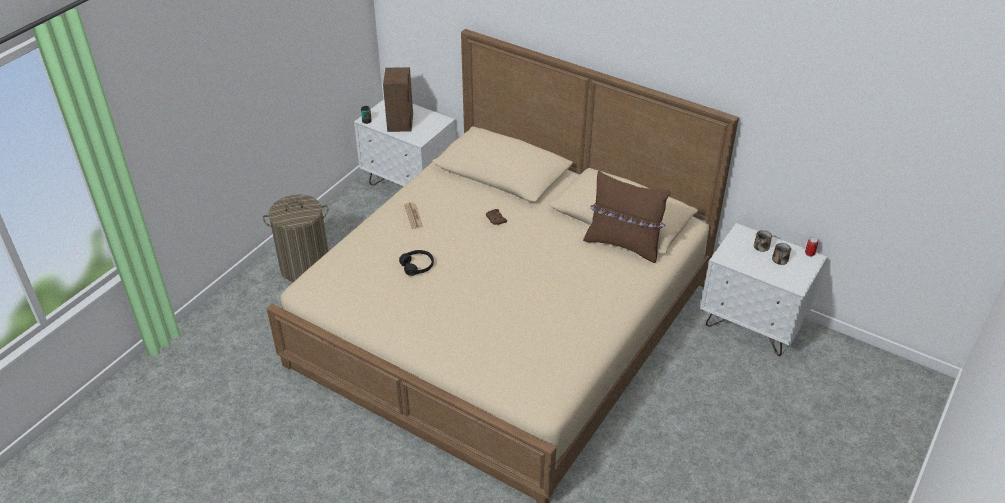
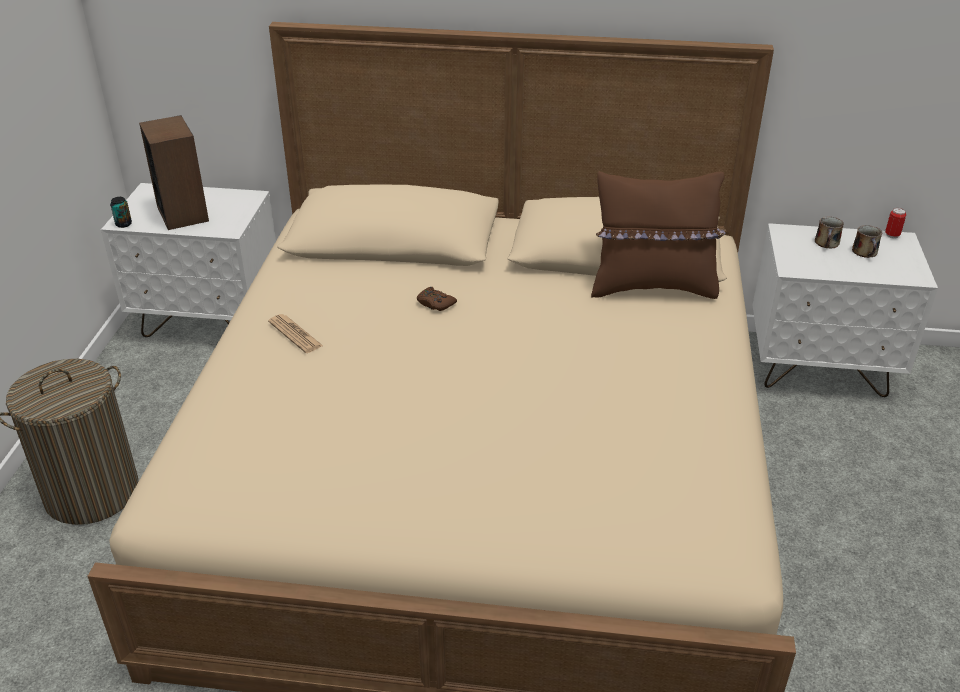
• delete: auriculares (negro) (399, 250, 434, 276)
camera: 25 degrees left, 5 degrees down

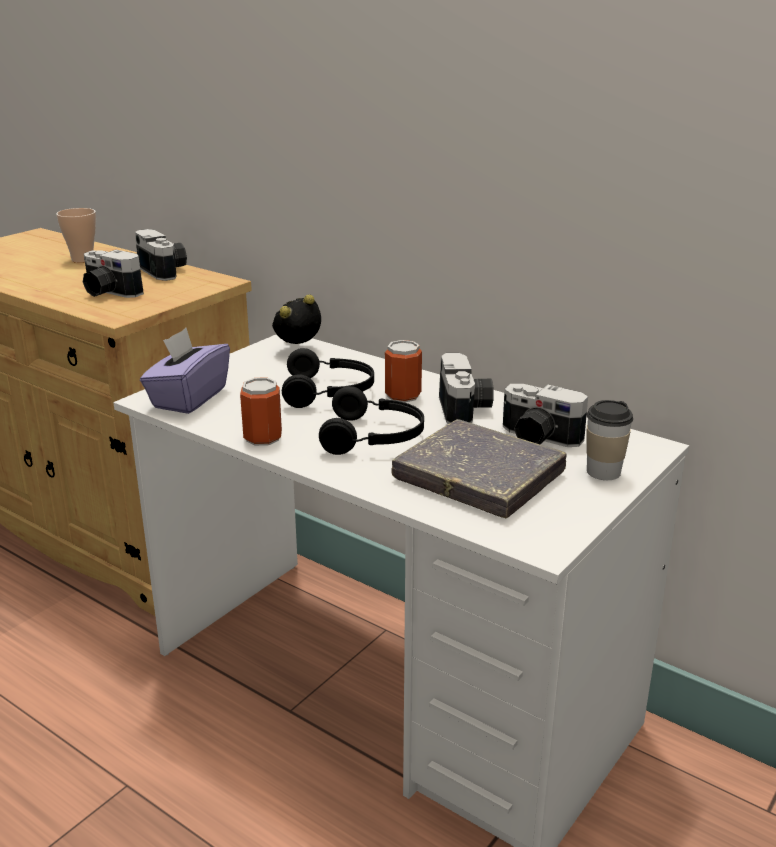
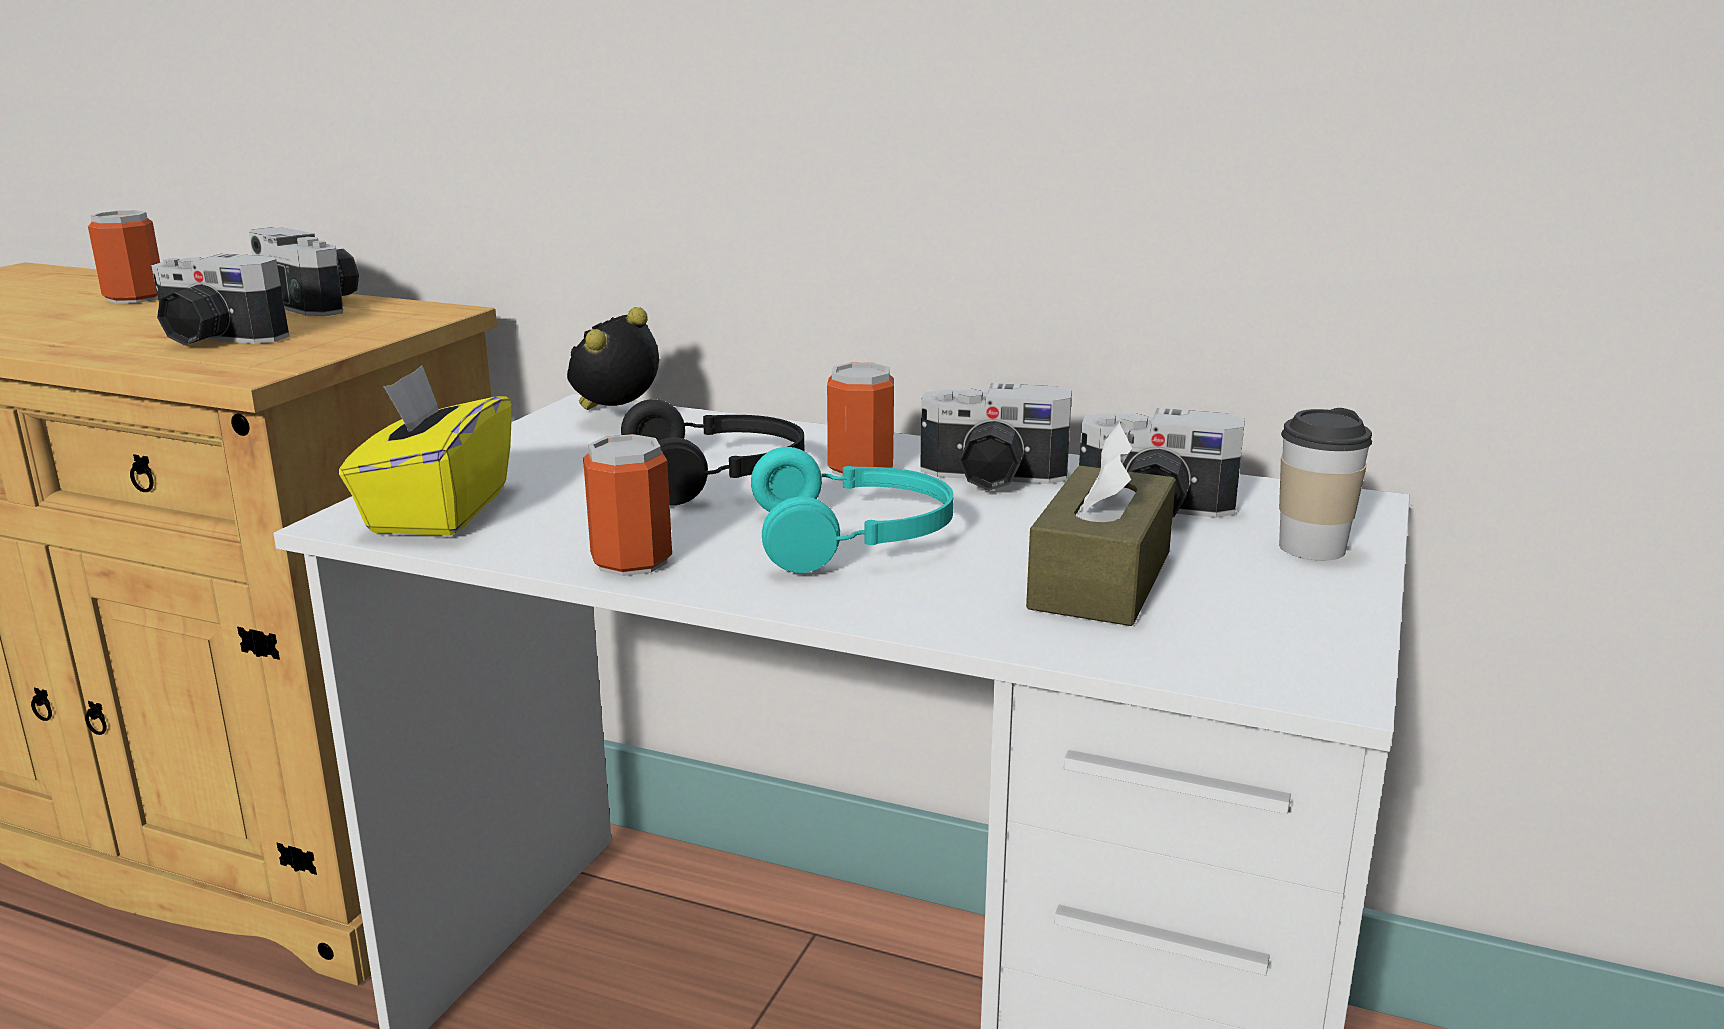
• replace: taza (56, 208, 96, 263) to lata (88, 210, 160, 304)
• recolor: caja de pañuelos (morado) (140, 328, 230, 414) to caja de pañuelos (amarillo) (339, 365, 512, 536)
• recolor: auriculares (negro) (319, 386, 424, 455) to auriculares (turquesa) (751, 447, 954, 573)
• replace: libro (gris) (392, 419, 566, 518) to caja de pañuelos (marrón) (1026, 422, 1176, 626)
• rotate: cámara (439, 353, 494, 424) = (920, 383, 1072, 491) 120 degrees clockwise
camera: 15 degrees left, 5 degrees down

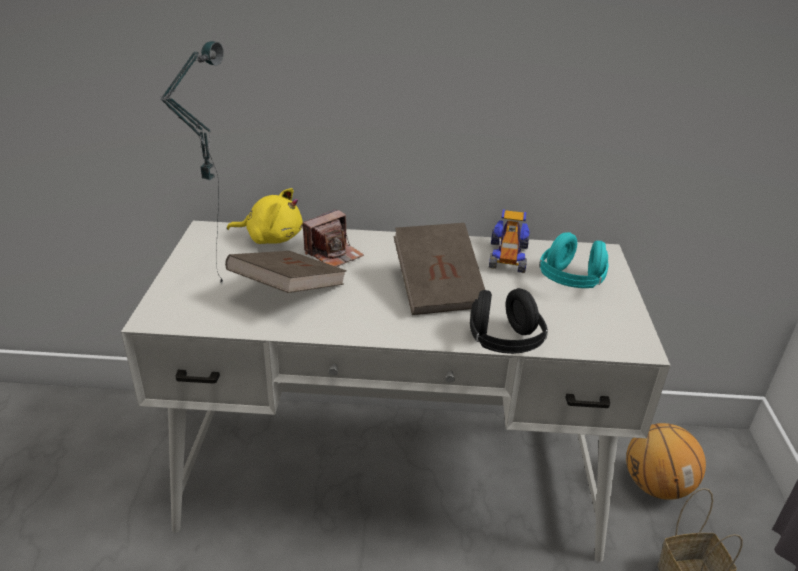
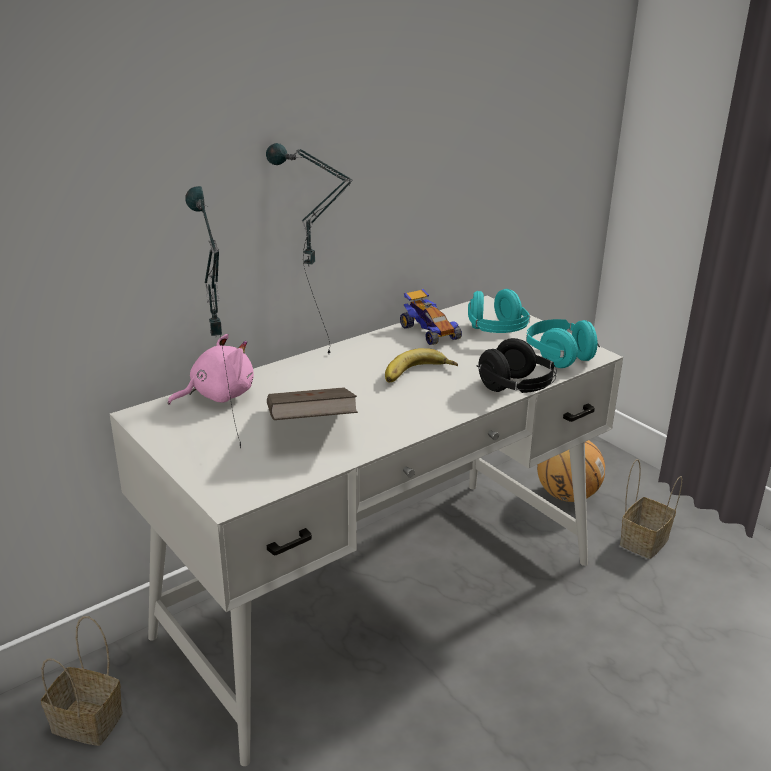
• recolor: peluche (amarillo) (227, 188, 303, 244) to peluche (rosa) (168, 334, 254, 405)
• delete: cámara (303, 209, 364, 267)
• replace: libro (marrón) (394, 223, 485, 315) to plátano (385, 348, 458, 383)
• insert: cesta (41, 616, 123, 746)
• insert: lámpara de mesa (266, 143, 353, 353)
• insert: auriculares (turquesa) (526, 319, 600, 368)
camera: 40 degrees left, 5 degrees down

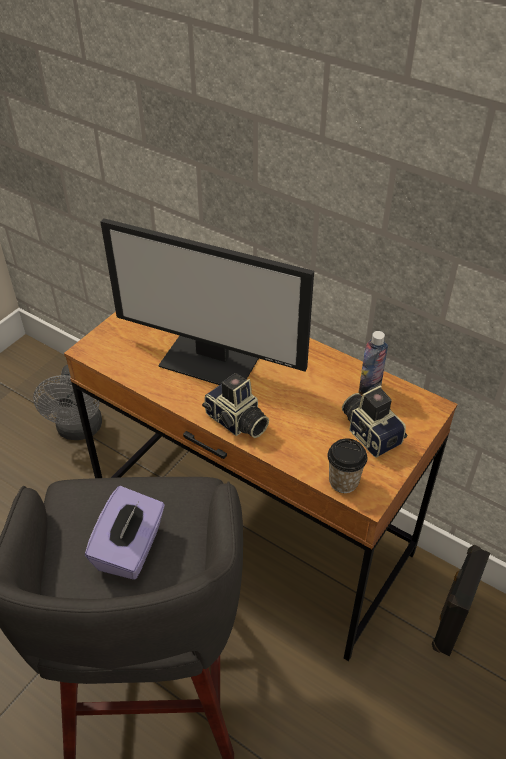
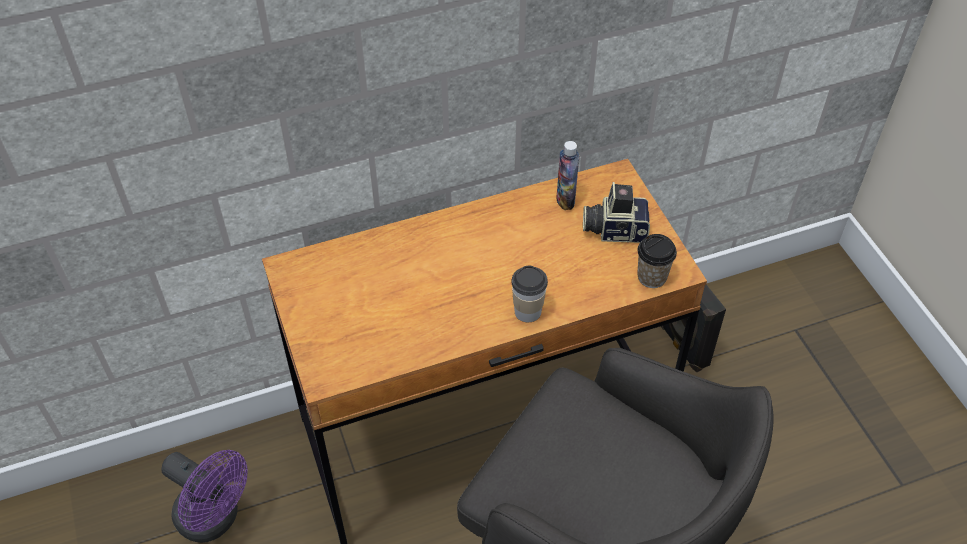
• recolor: ventilador (gris) (33, 365, 102, 440) to ventilador (morado) (161, 450, 248, 543)
• delete: caja de pañuelos (morado) (85, 486, 165, 580)
• delete: monitor (100, 218, 314, 385)
• replace: cámara (202, 373, 269, 438) to taza (511, 265, 548, 322)
camera: 55 degrees left, 5 degrees up

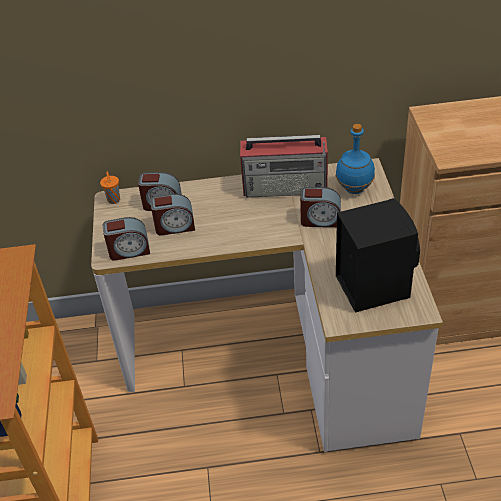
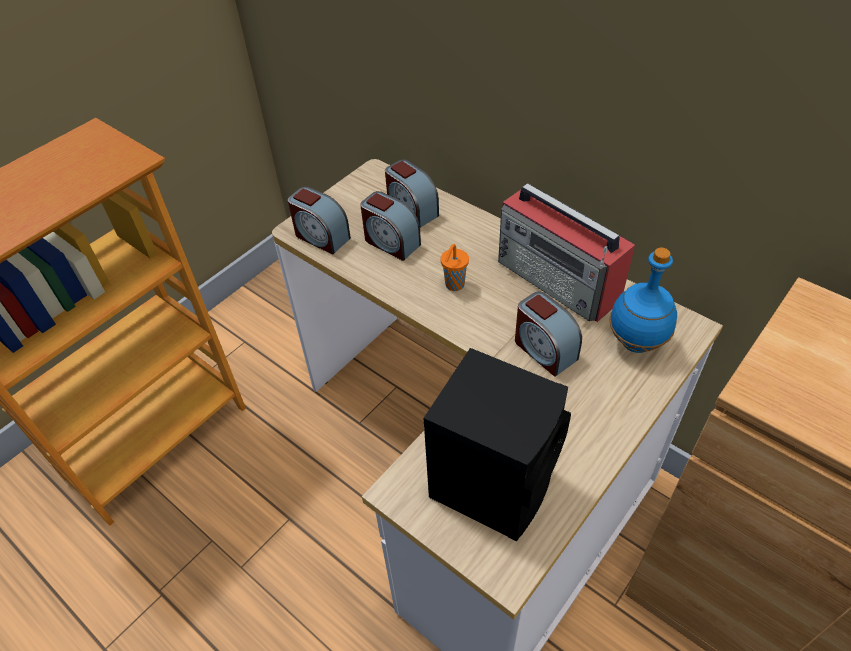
• move: taza (naranja) (100, 171, 120, 204) to (441, 244, 469, 291)
camera: 45 degrees right, 5 degrees up

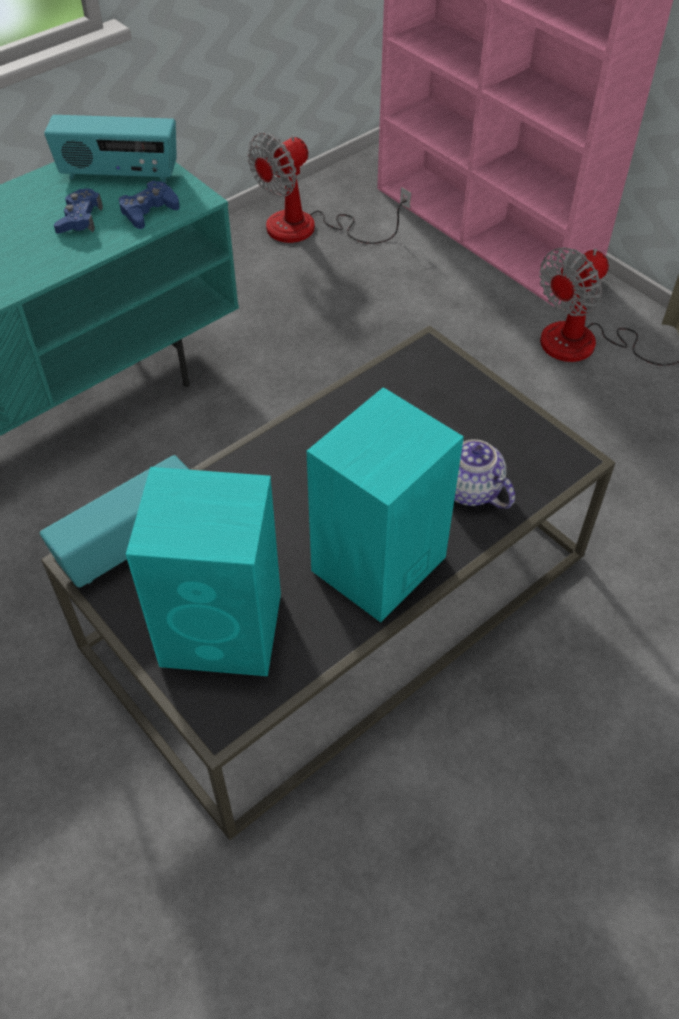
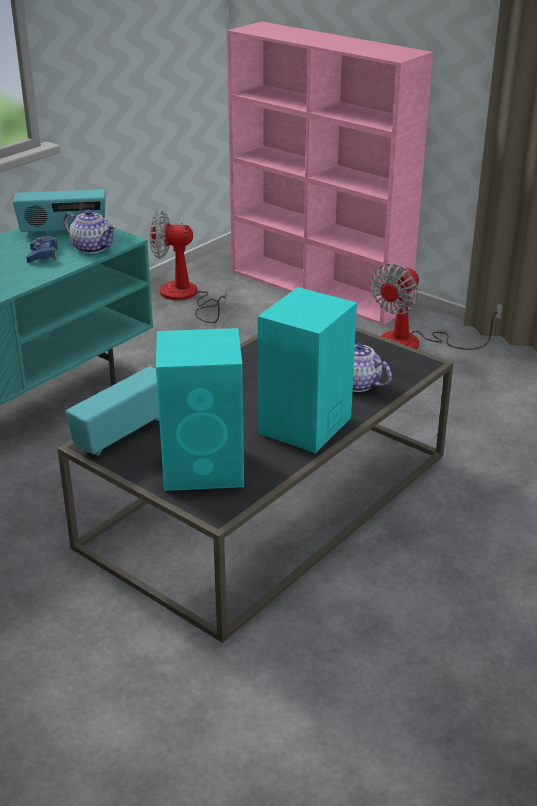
• replace: mando de consola (azul) (119, 181, 180, 229) to tetera (63, 210, 117, 254)
• rotate: ventilador (247, 133, 411, 244) = (150, 211, 227, 323) 60 degrees clockwise
camera: 10 degrees left, 20 degrees down

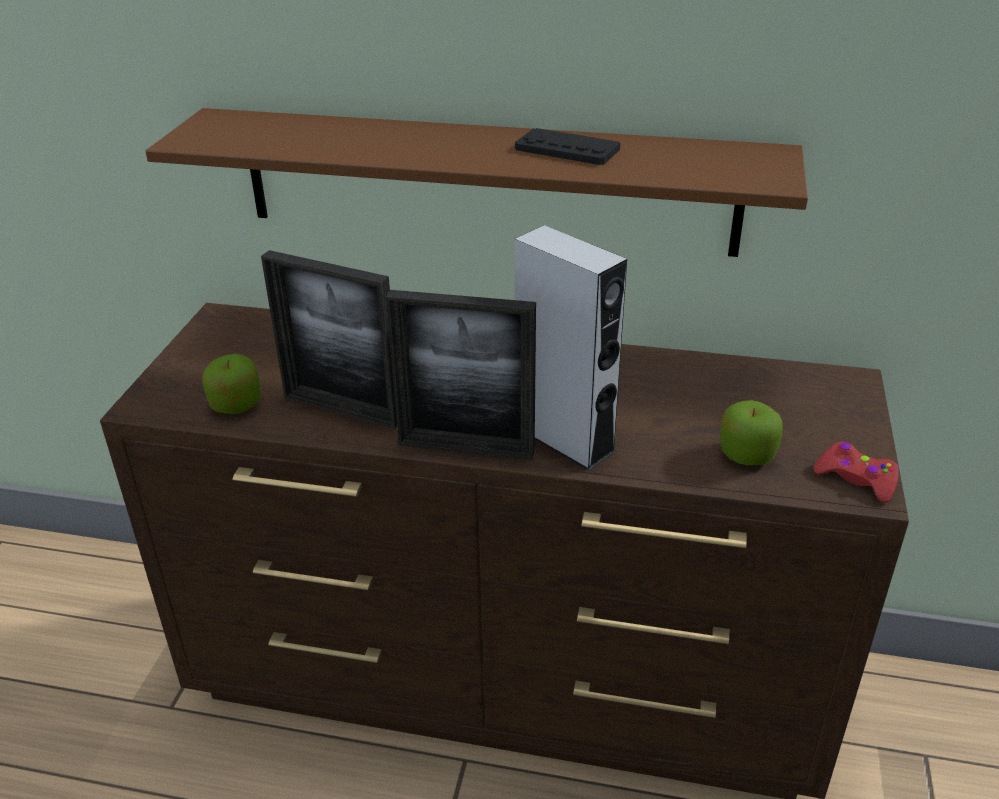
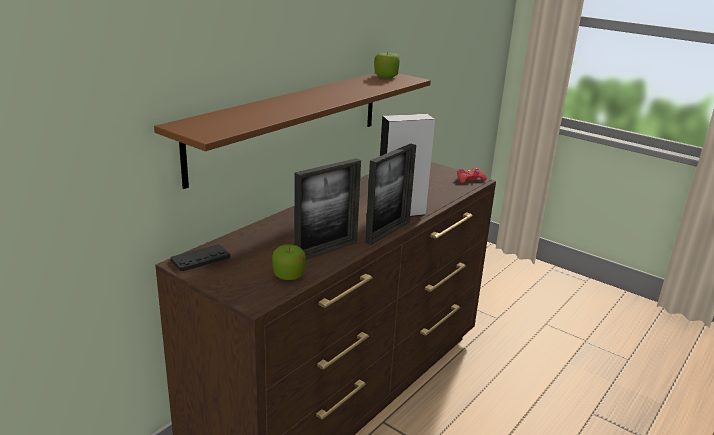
• move: mando de consola (negro) (515, 128, 620, 165) to (171, 244, 230, 271)
• move: manzana (720, 400, 783, 465) to (374, 52, 400, 78)
camera: 65 degrees left, 10 degrees down

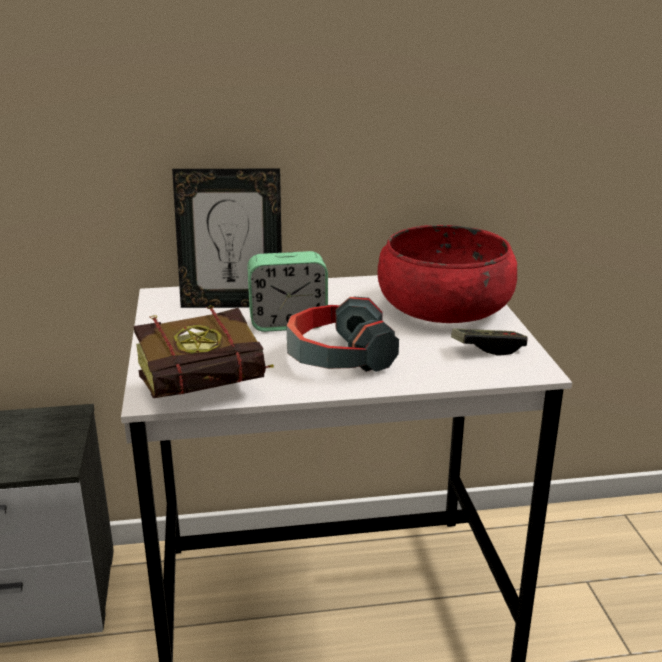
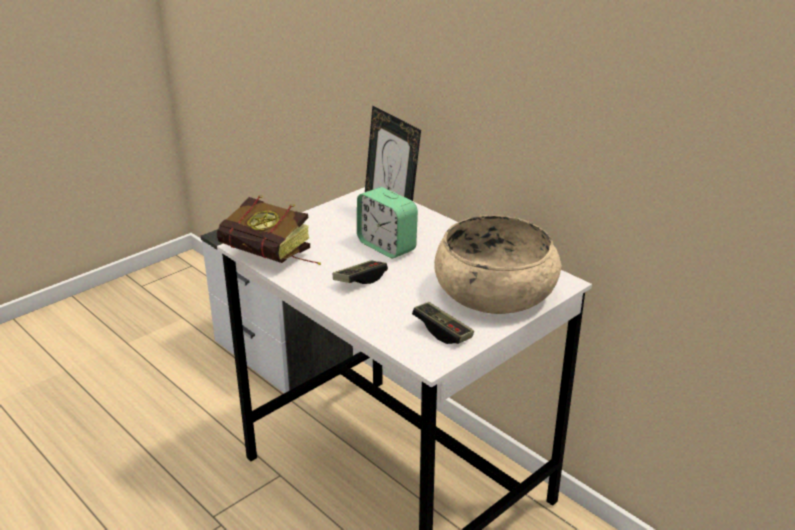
• replace: auriculares (287, 297, 399, 372) to mando de consola (333, 261, 388, 284)
• recolor: cuenco (rojo) (377, 225, 517, 323) to cuenco (beis) (434, 215, 561, 314)
camera: 55 degrees right, 5 degrees up

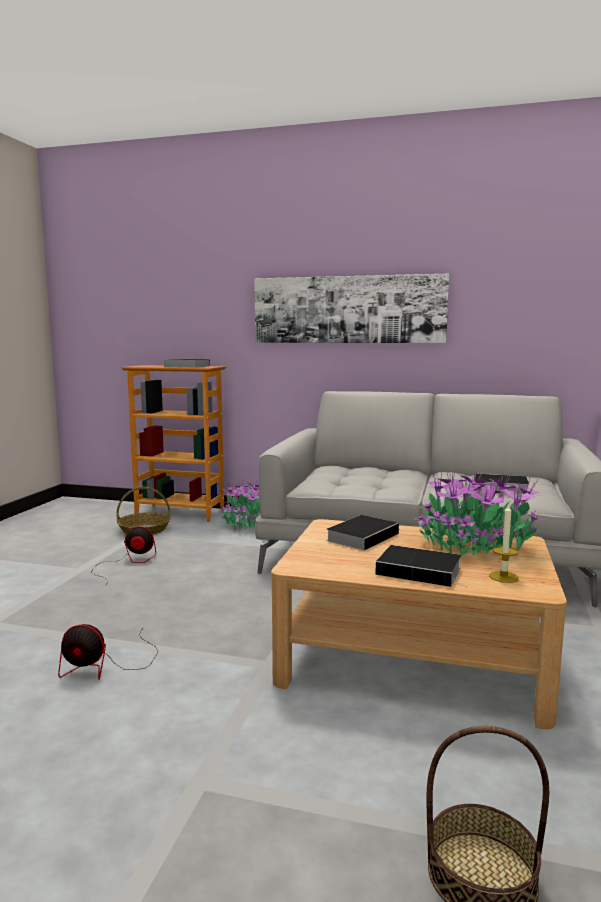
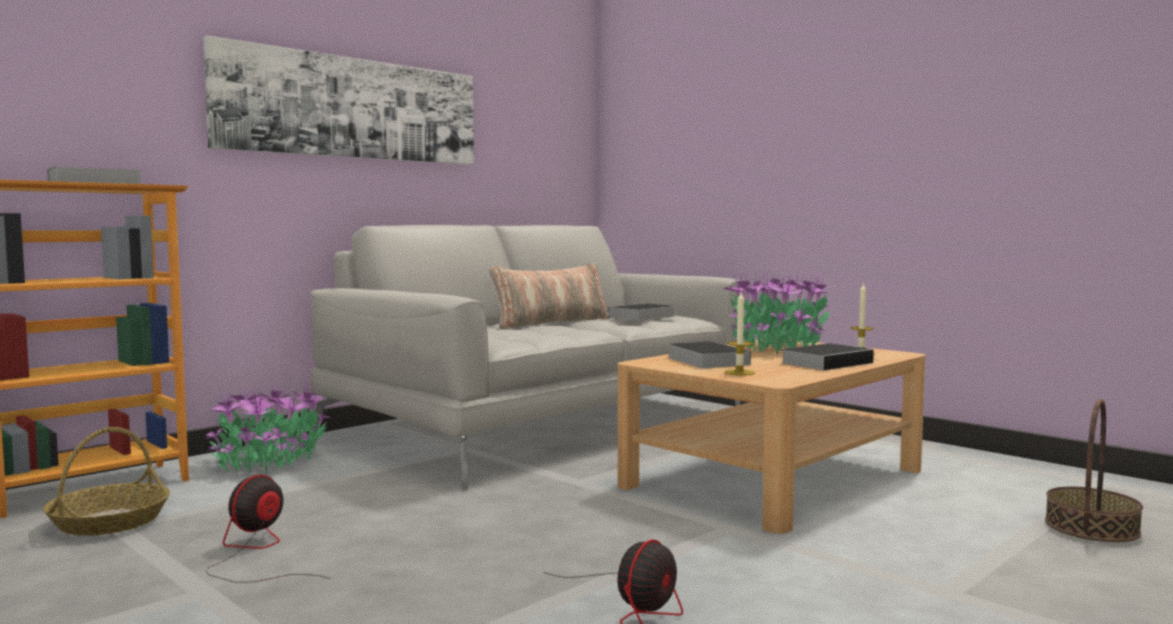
• insert: cojín (489, 263, 610, 329)
• insert: vela (724, 292, 755, 376)
camera: 60 degrees left, 5 degrees down

